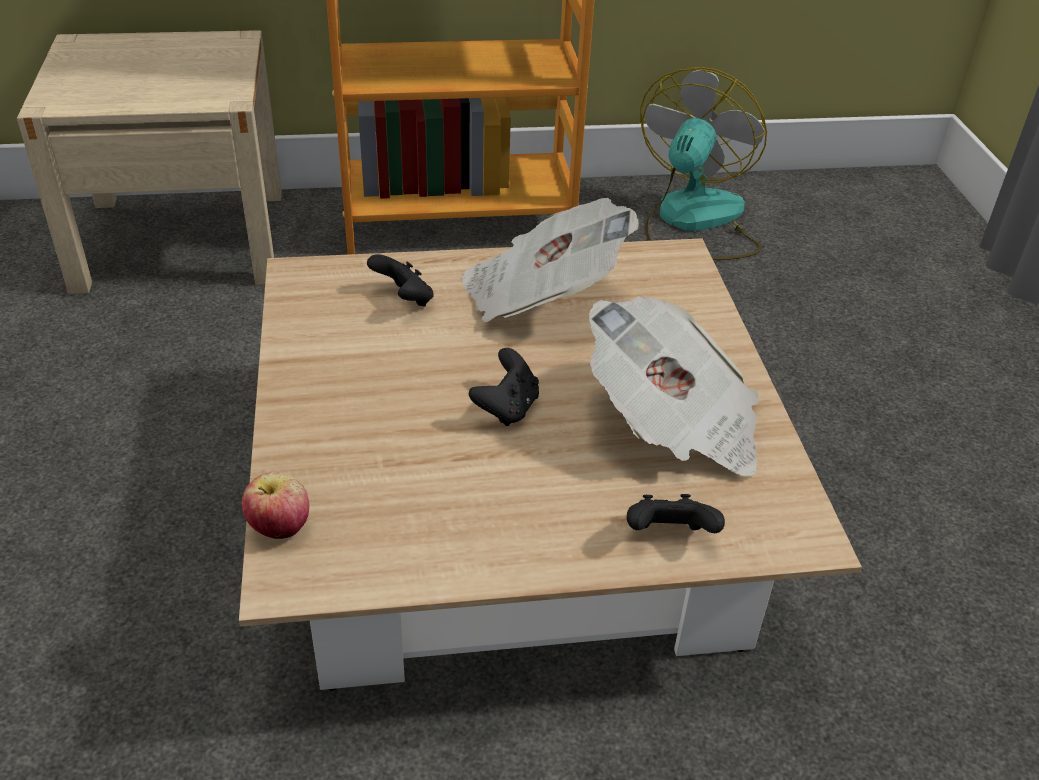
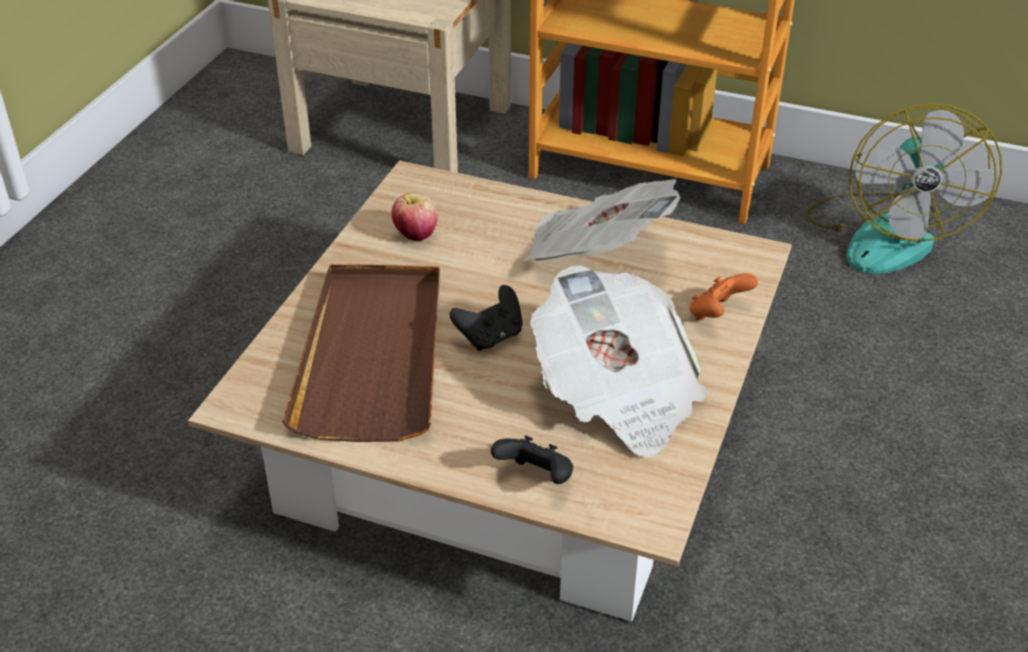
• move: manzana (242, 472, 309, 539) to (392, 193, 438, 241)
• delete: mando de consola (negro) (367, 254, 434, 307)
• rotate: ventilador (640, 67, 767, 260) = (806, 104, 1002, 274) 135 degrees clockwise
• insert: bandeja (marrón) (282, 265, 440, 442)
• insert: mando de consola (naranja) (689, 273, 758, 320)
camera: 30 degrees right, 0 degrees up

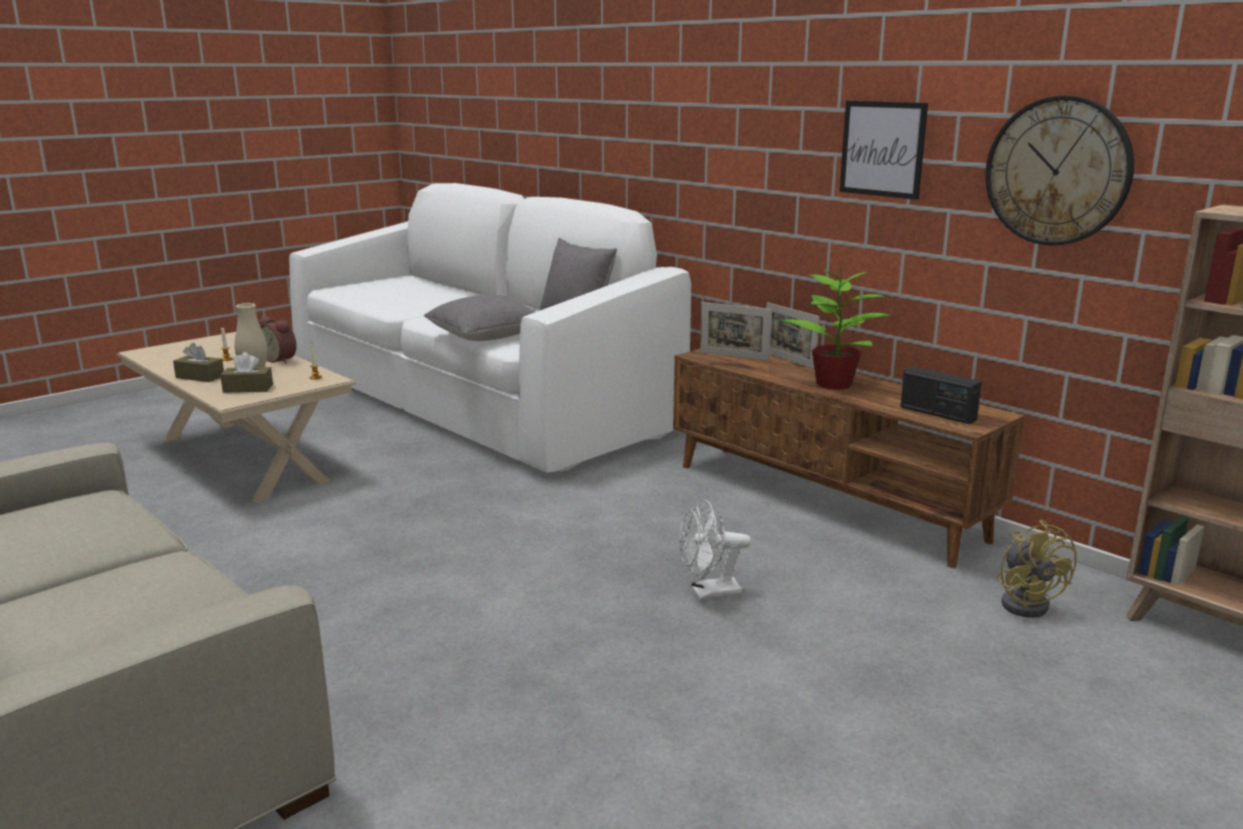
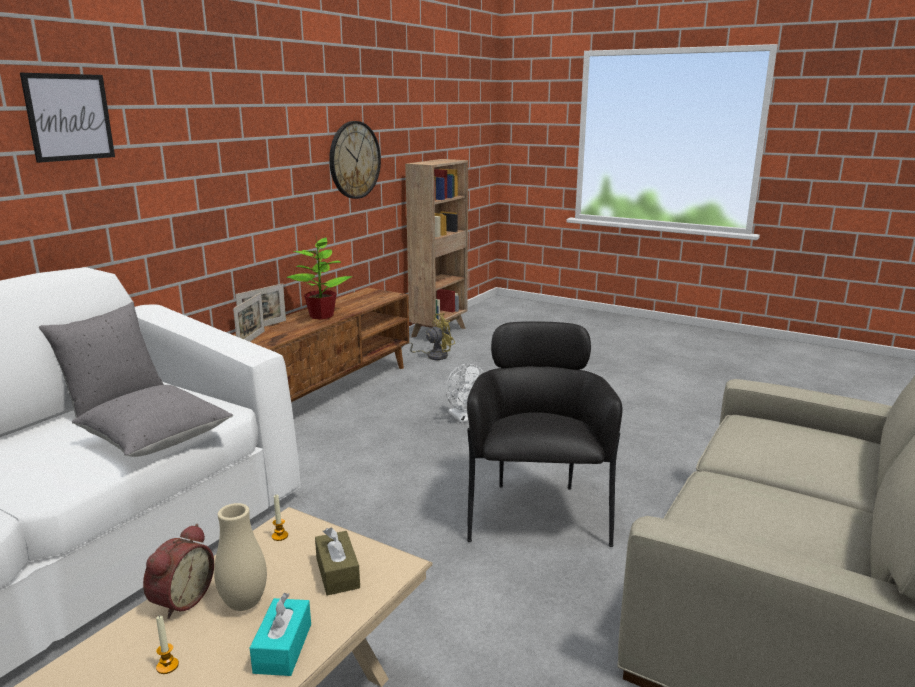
• recolor: caja de pañuelos (marrón) (173, 343, 224, 382) to caja de pañuelos (turquesa) (250, 593, 311, 676)
• move: cuadro (840, 101, 928, 200) to (20, 73, 115, 163)
• delete: radio (900, 366, 982, 424)
• insert: sillón (negro) (467, 321, 622, 547)
camera: 105 degrees left, 0 degrees up

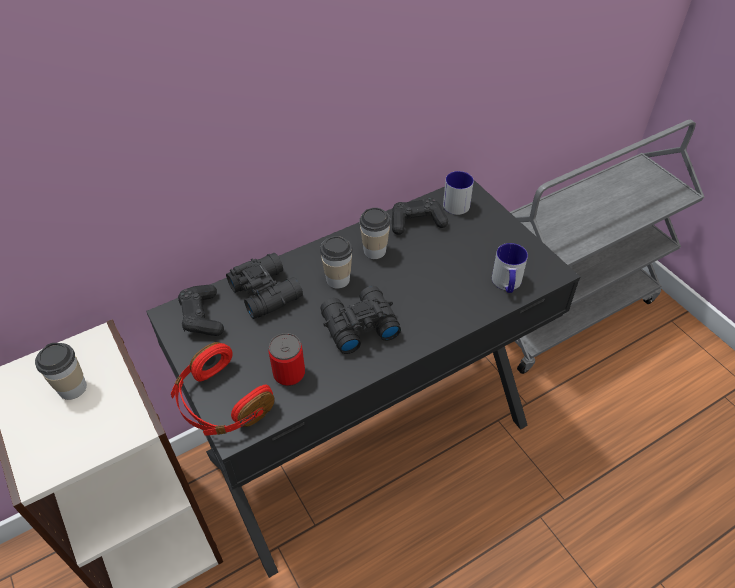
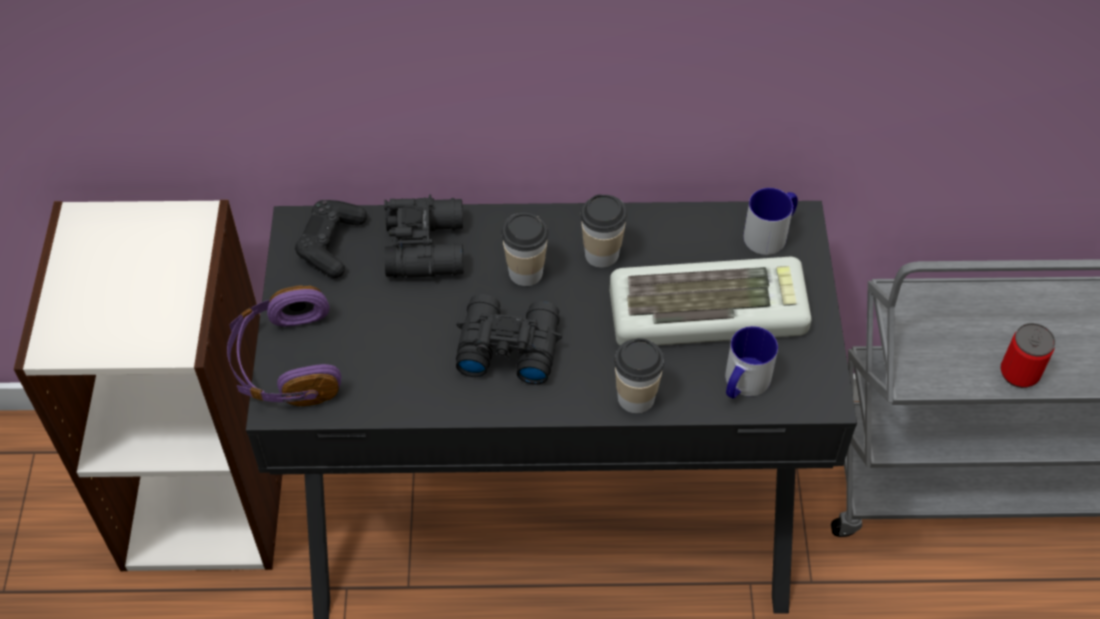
• move: taza (35, 343, 87, 400) to (614, 338, 664, 413)
• recolor: auriculares (rojo) (171, 342, 275, 436) to auriculares (morado) (227, 285, 341, 406)
• move: lata (269, 333, 305, 386) to (1001, 323, 1055, 388)
• delete: mando de consola (negro) (392, 198, 448, 235)
• insert: teclado (610, 257, 812, 346)
camera: 30 degrees right, 5 degrees up

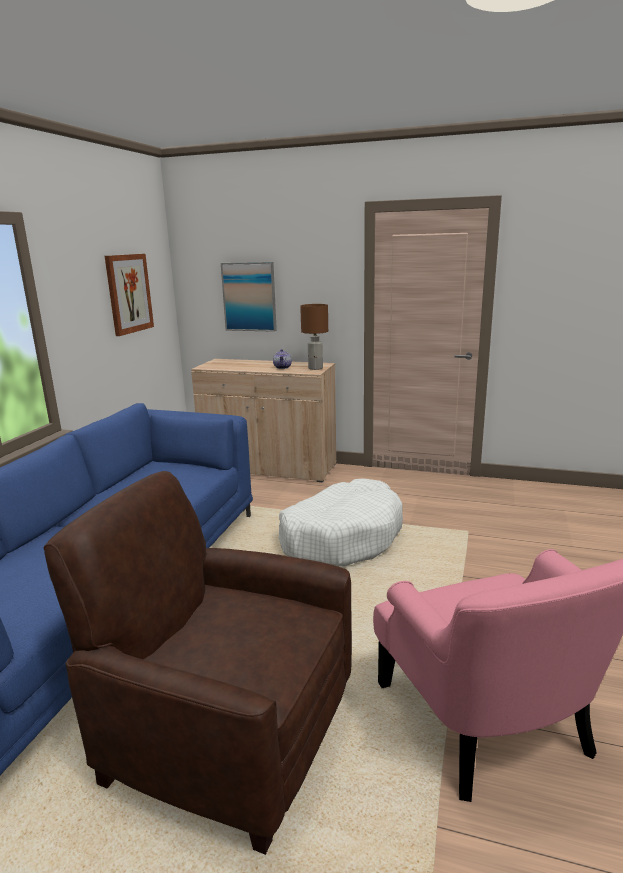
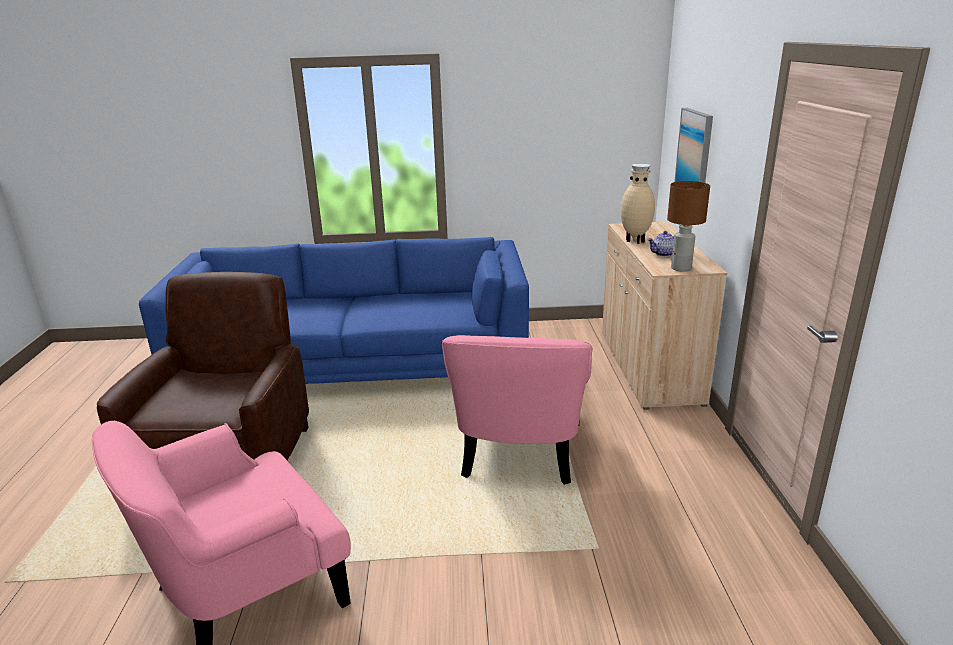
• delete: cuadro (105, 254, 154, 336)
• replace: cama para perro (blanco) (279, 479, 403, 566) to sillón (rosa) (442, 335, 593, 485)
• insert: florero (beis) (621, 164, 655, 244)
camera: 70 degrees right, 5 degrees up

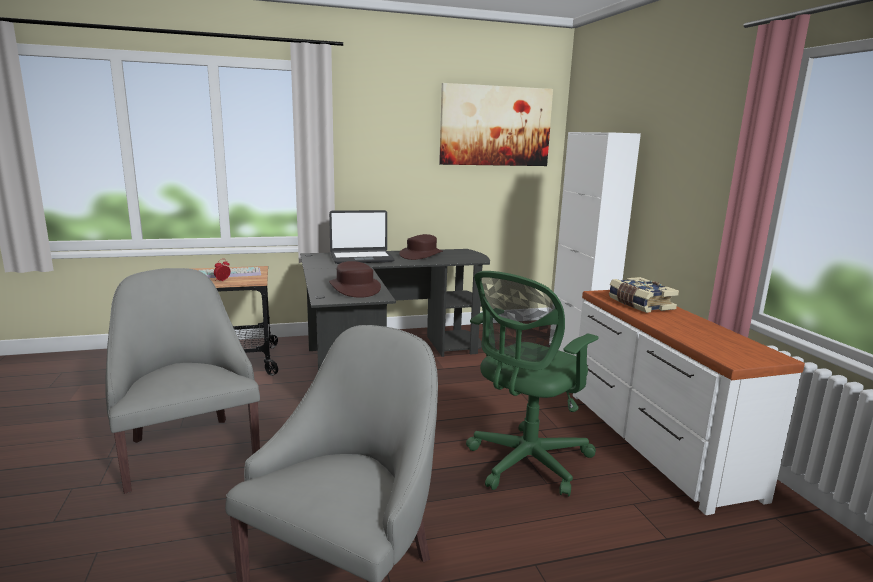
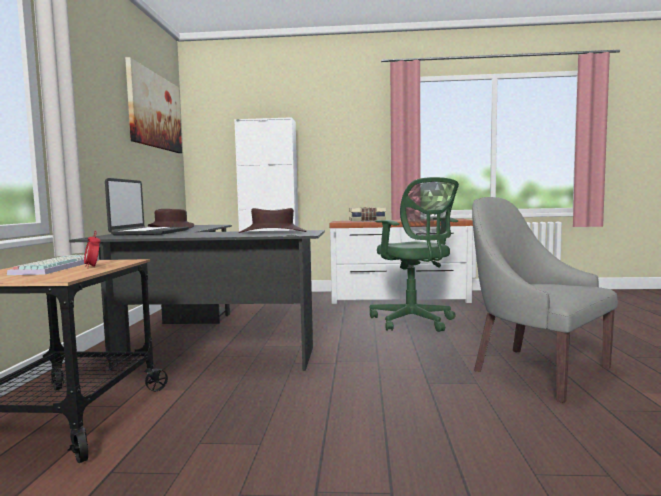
• delete: sillón (gris) (105, 268, 260, 494)
camera: 70 degrees left, 10 degrees down

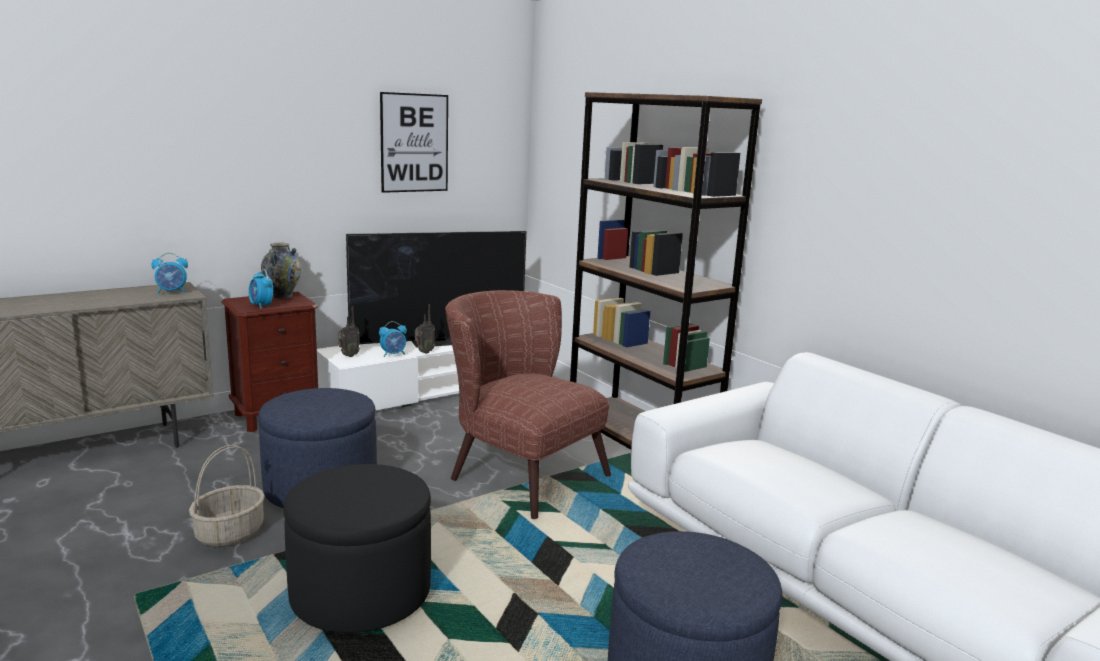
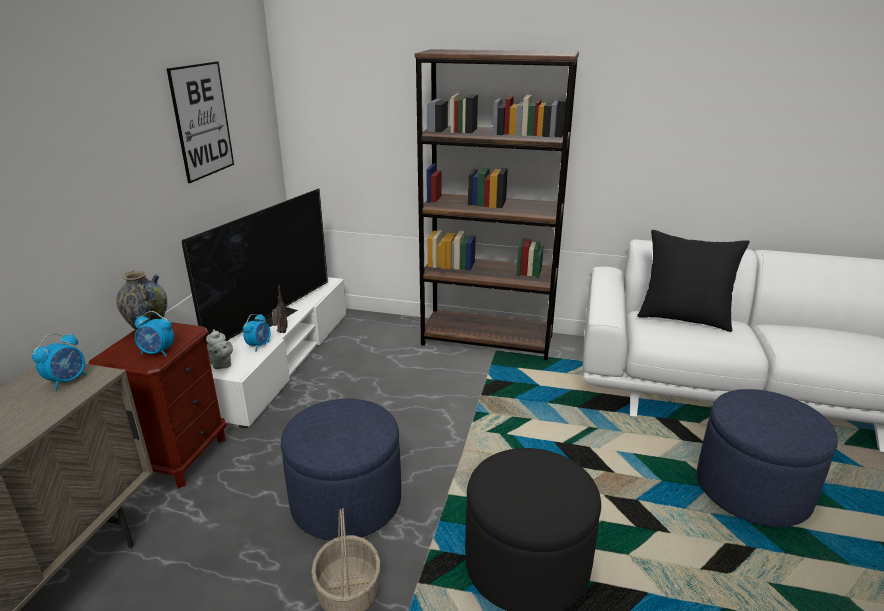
• replace: radio (338, 307, 360, 357) to tetera (gris) (206, 329, 233, 369)
• delete: sillón (marrón) (445, 290, 611, 519)
• insert: cojín (negro) (637, 230, 750, 332)
camera: 40 degrees left, 10 degrees up

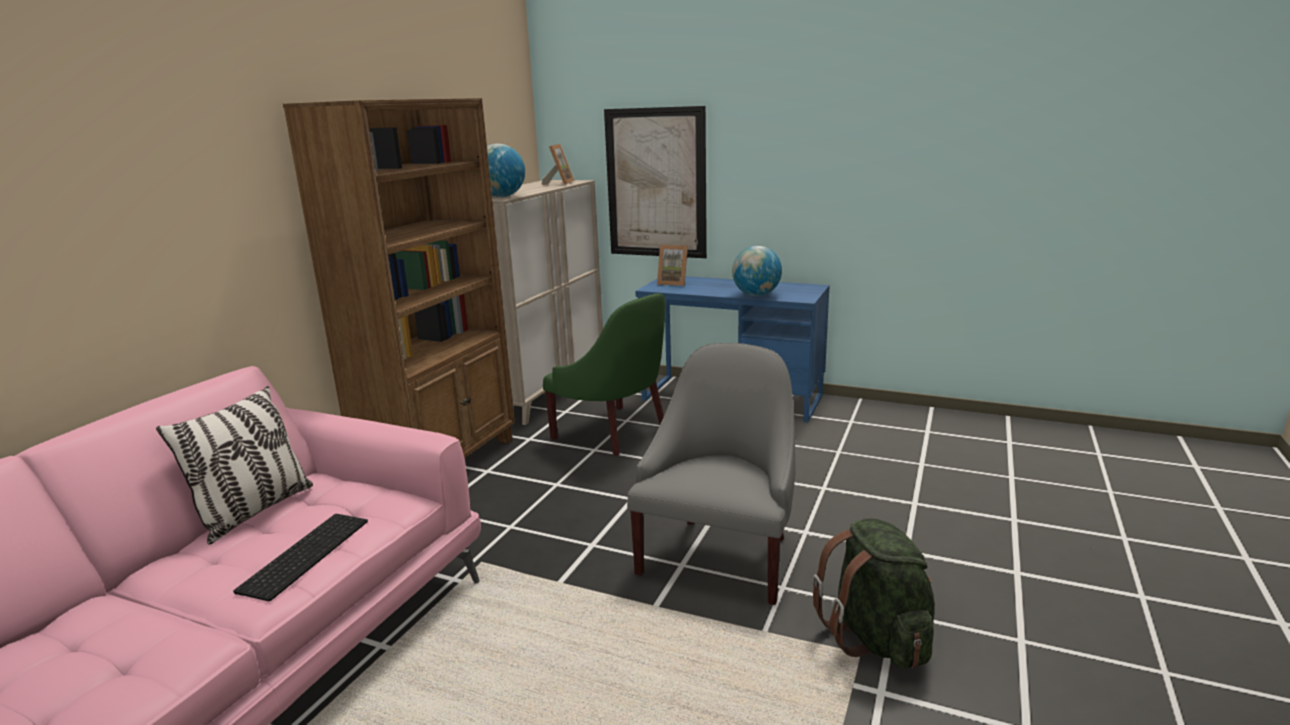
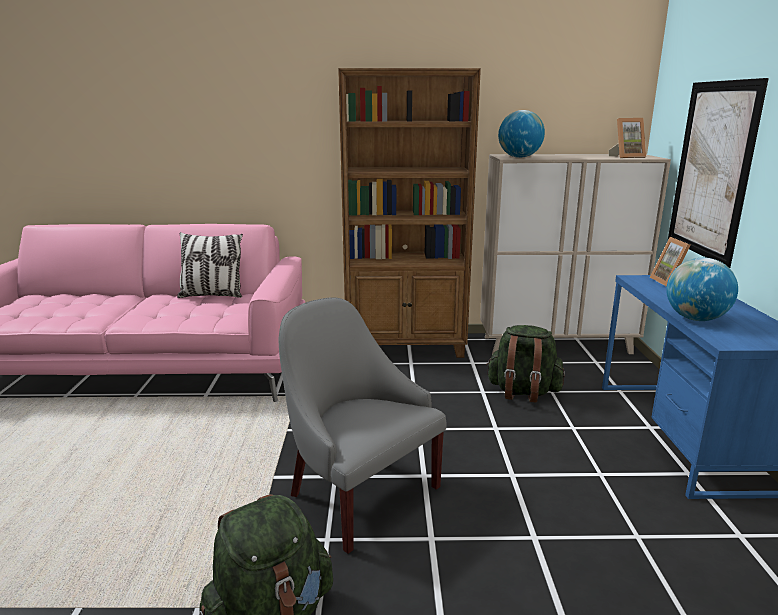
• delete: teclado (233, 514, 368, 601)
• replace: sillón (verde) (543, 293, 666, 456) to mochila (verde) (486, 325, 565, 403)
• rotate: sillón (gris) (627, 343, 796, 605) = (278, 297, 447, 554) 135 degrees counterclockwise
camera: 65 degrees right, 0 degrees up

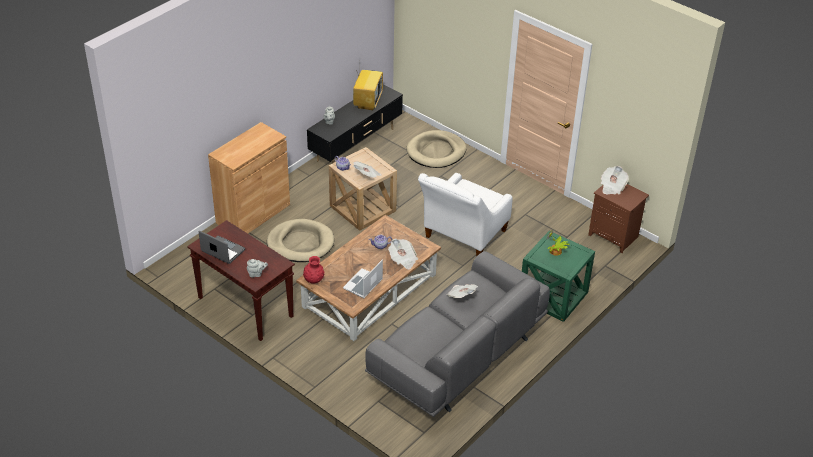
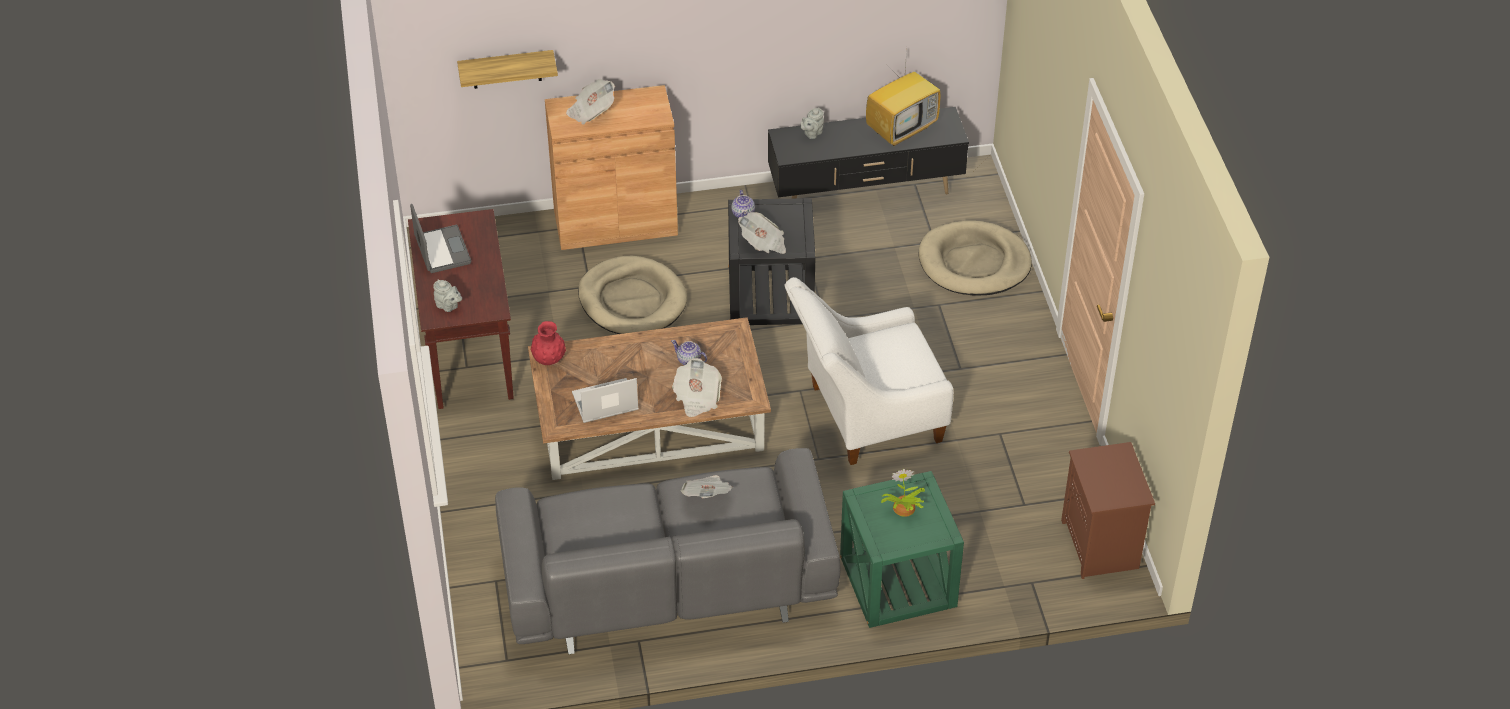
• recolor: mesa auxiliar (beis) (329, 147, 397, 231) to mesa auxiliar (negro) (728, 198, 815, 325)
• move: periódico (601, 166, 629, 194) to (566, 79, 615, 125)
• insert: estante (457, 50, 558, 89)
camera: 40 degrees right, 5 degrees up

